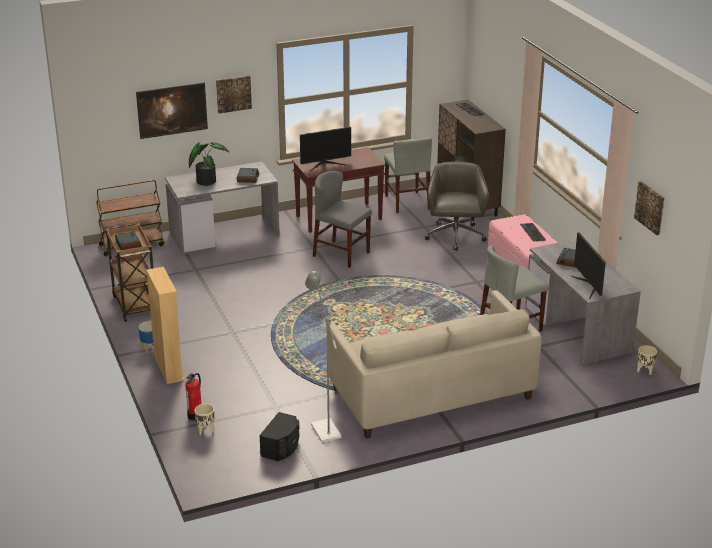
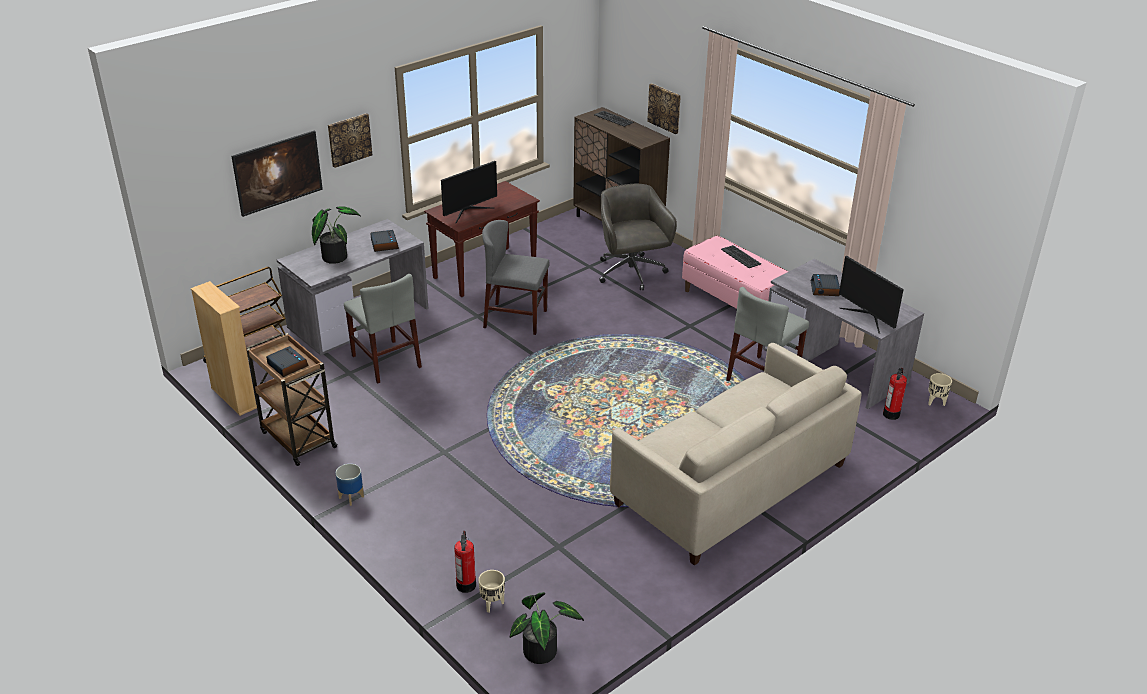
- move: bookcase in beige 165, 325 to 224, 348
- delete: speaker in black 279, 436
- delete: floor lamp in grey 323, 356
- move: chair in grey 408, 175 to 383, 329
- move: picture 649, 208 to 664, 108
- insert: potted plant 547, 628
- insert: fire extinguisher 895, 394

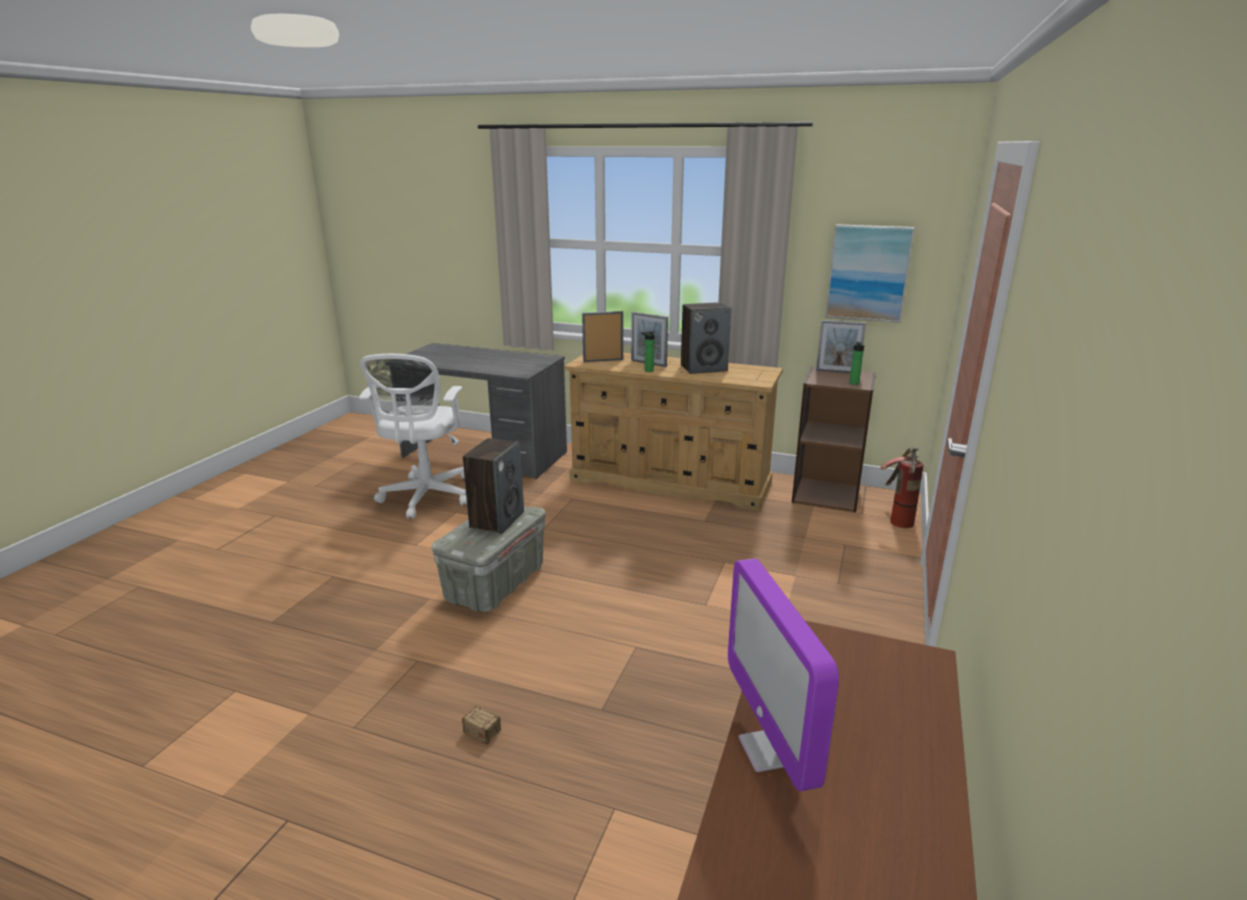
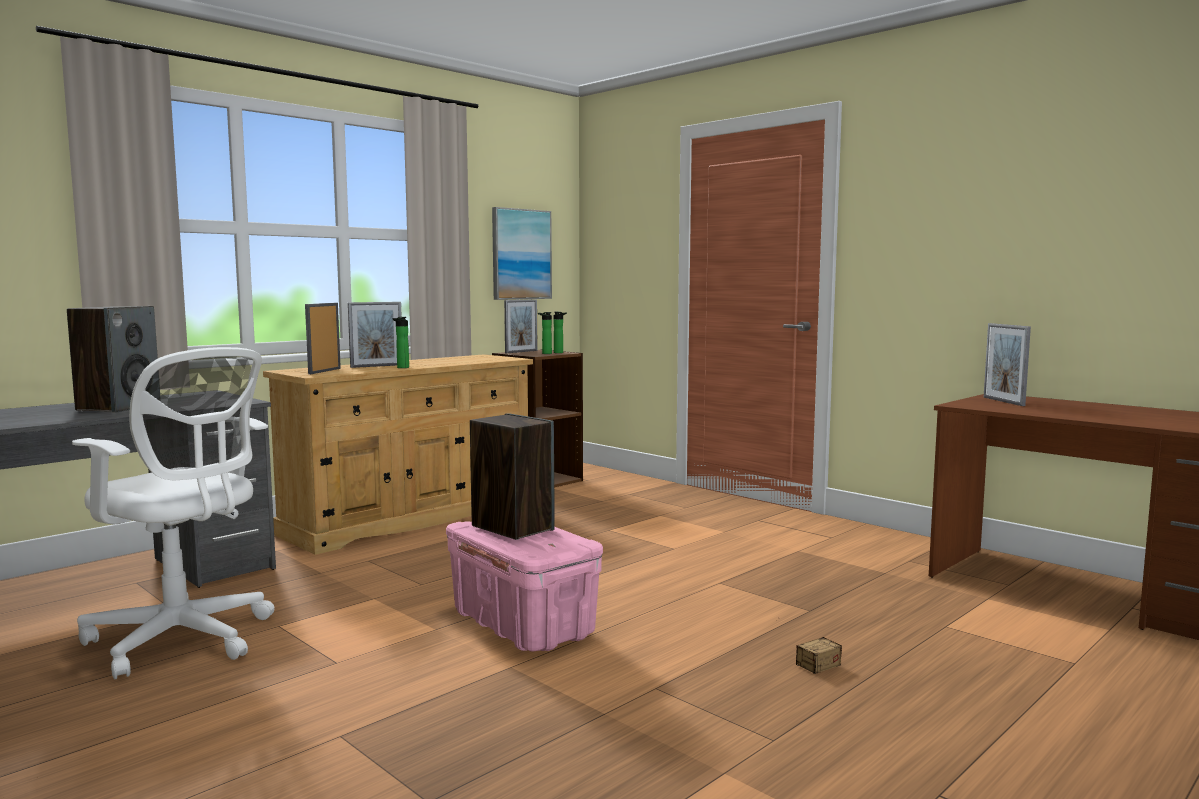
- recolor: storage box in grey 489, 559 to storage box in pink 524, 586
- move: speaker 706, 338 to 113, 359
- delete: monitor 783, 674
- delete: fire extinguisher 902, 487
- insert: bottle 545, 333
- insert: picture frame 1007, 364

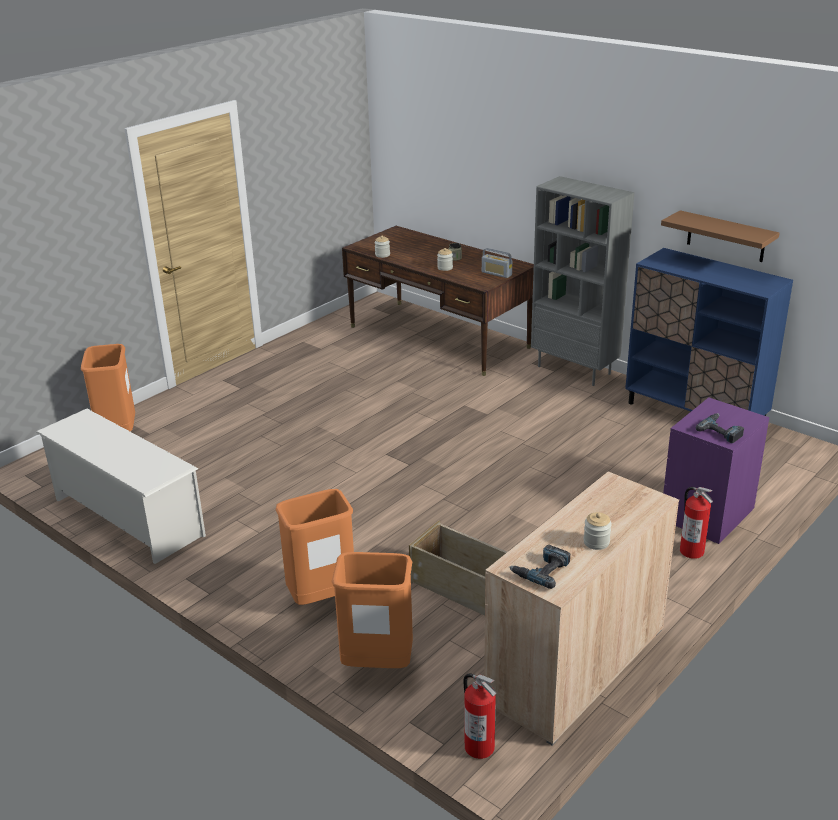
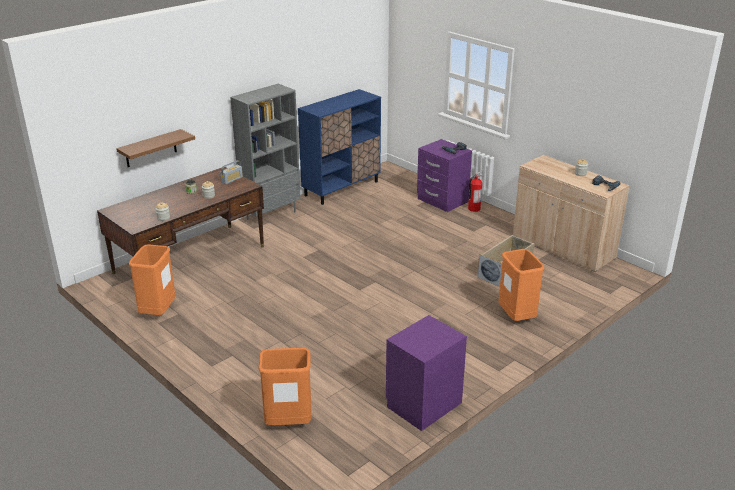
- replace: shoe rack in white 121, 486 to nightstand in purple 426, 373
- move: trash can in orange 372, 610 to 152, 279
- delete: fire extinguisher 479, 716
- move: shelf in brown 720, 236 to 155, 148

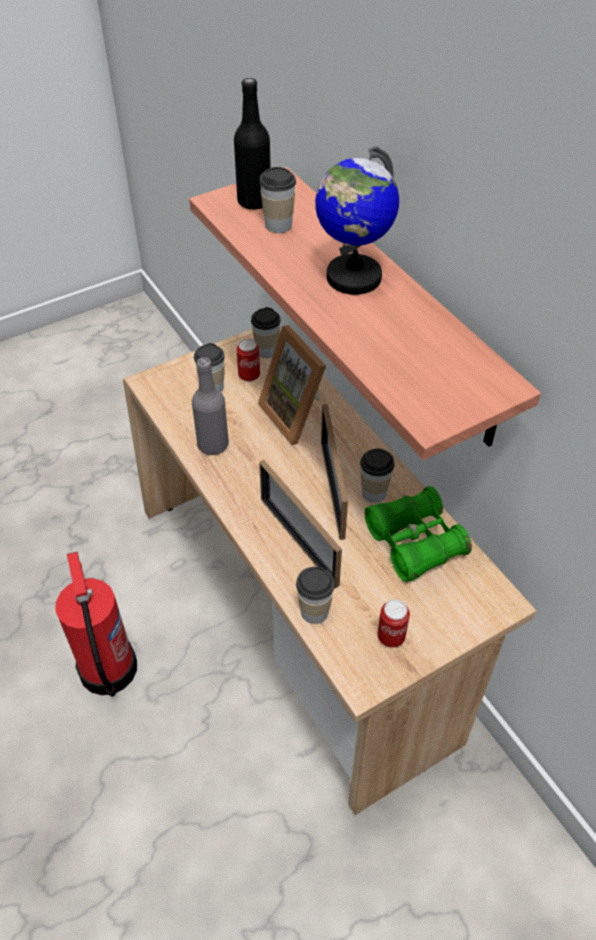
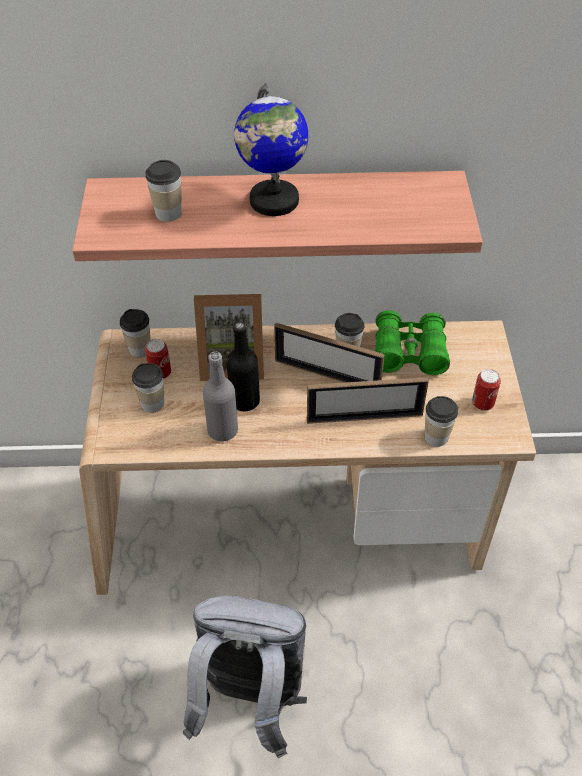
- replace: fire extinguisher 96, 624 to backpack in grey 245, 676
- move: bottle in black 252, 144 to 243, 366

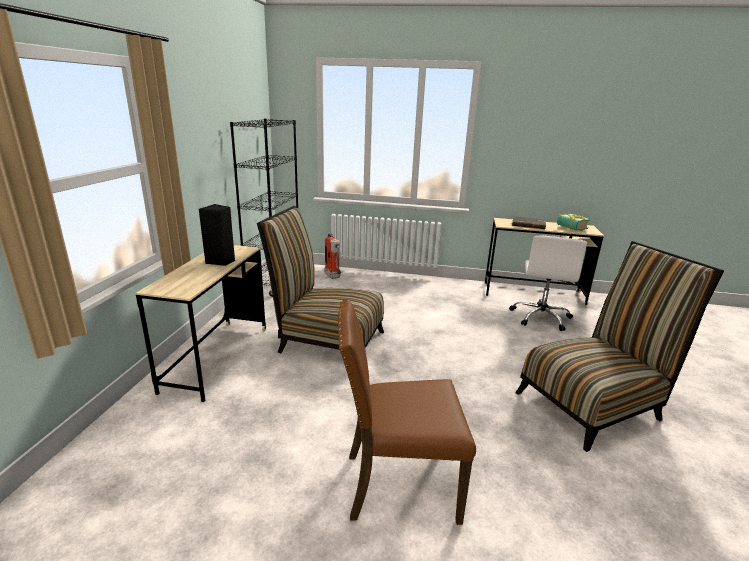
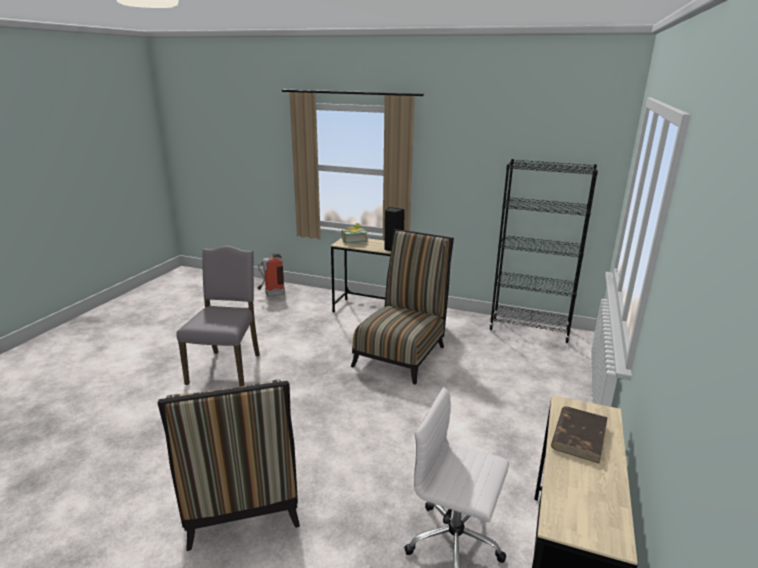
- move: fire extinguisher 332, 256 to 271, 275
- recolor: chair in brown 407, 412 to chair in grey 218, 316
- move: book 573, 222 to 354, 233

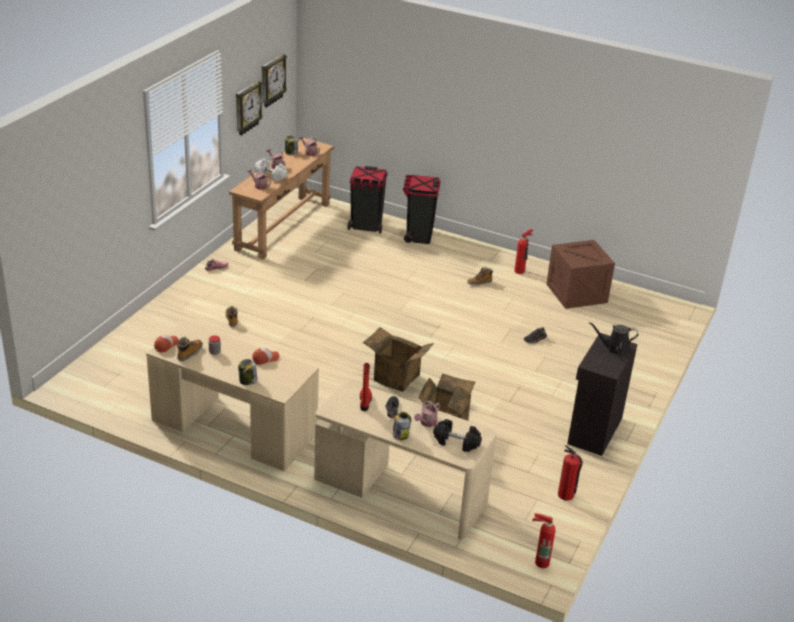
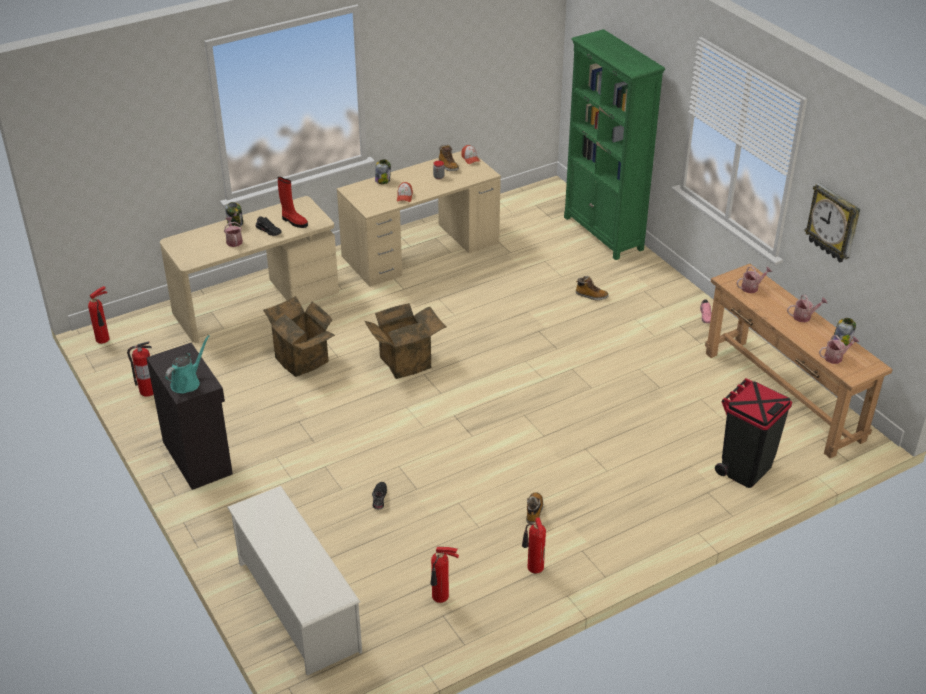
- delete: dumbbell in white 271, 169
- delete: wall clock 274, 80
- delete: trash can in black 421, 209
- delete: dumbbell in black 457, 435
- replace: crate 580, 274 to fire extinguisher 445, 575
- recolor: watering can in black 614, 338 to watering can in turquoise 187, 364
- insert: shoe rack in white 294, 581
- insert: bookcase in green 614, 144

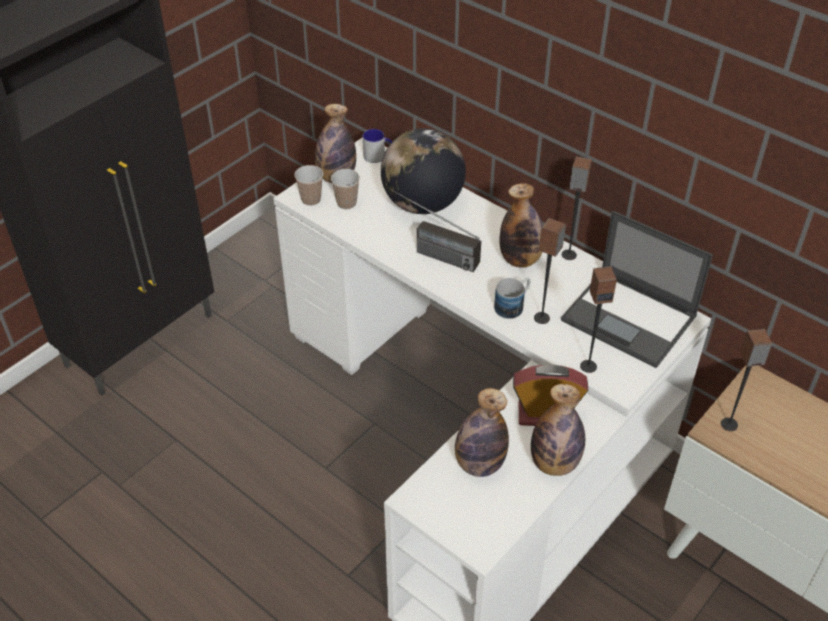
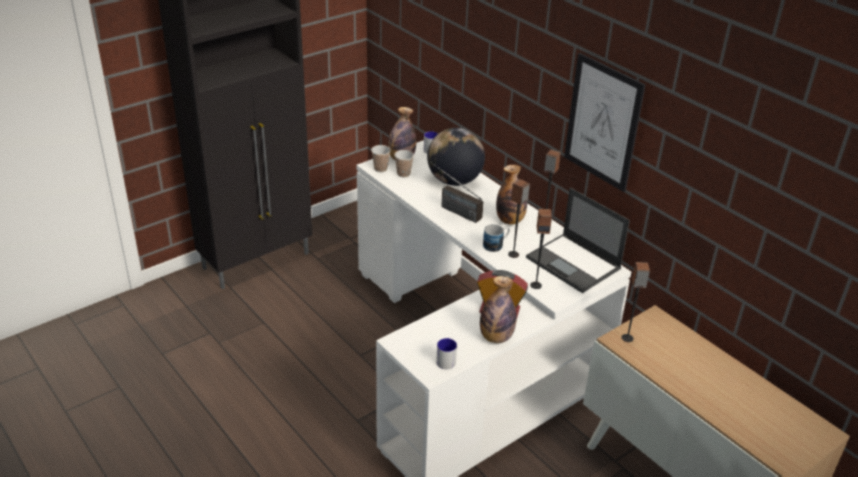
- delete: bottle 482, 432
- insert: mug 446, 353
- insert: picture 605, 122

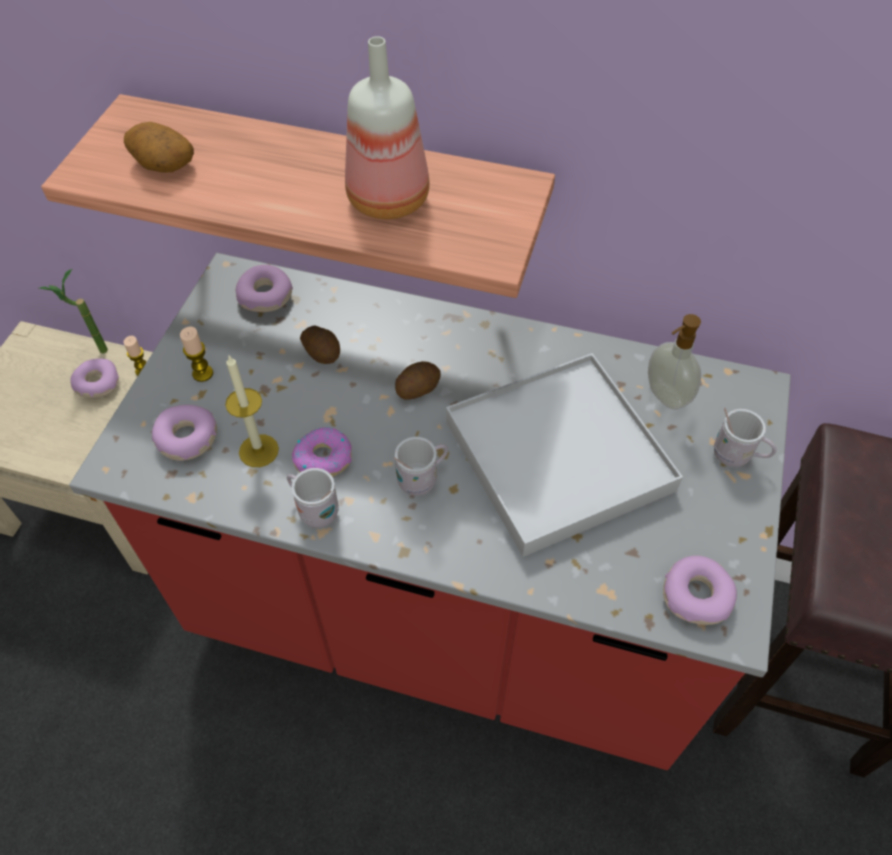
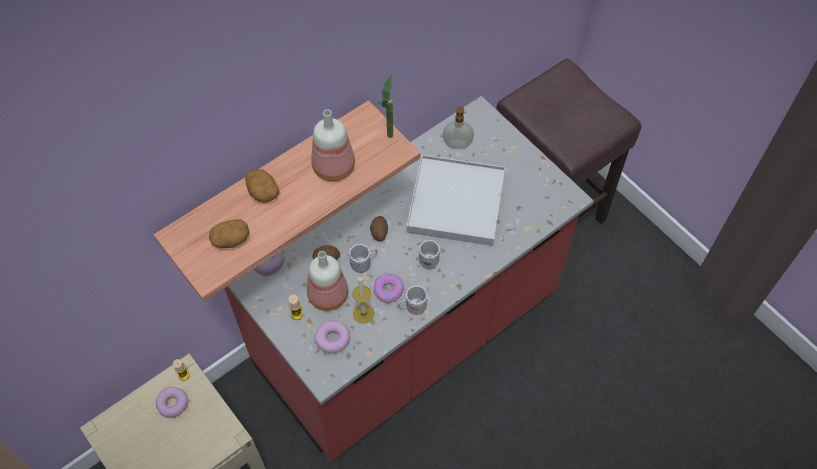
- move: potted plant 73, 311 to 383, 106
- delete: donut 700, 590
- move: mug in white 745, 437 to 363, 258
- insert: potato 262, 186
- insert: bottle 327, 281

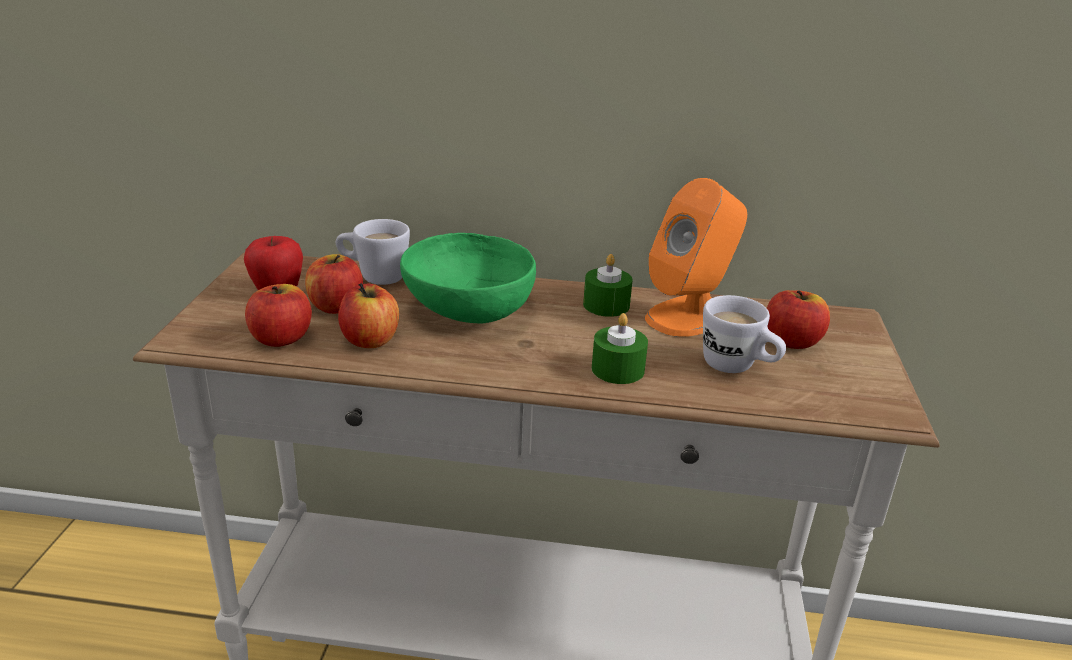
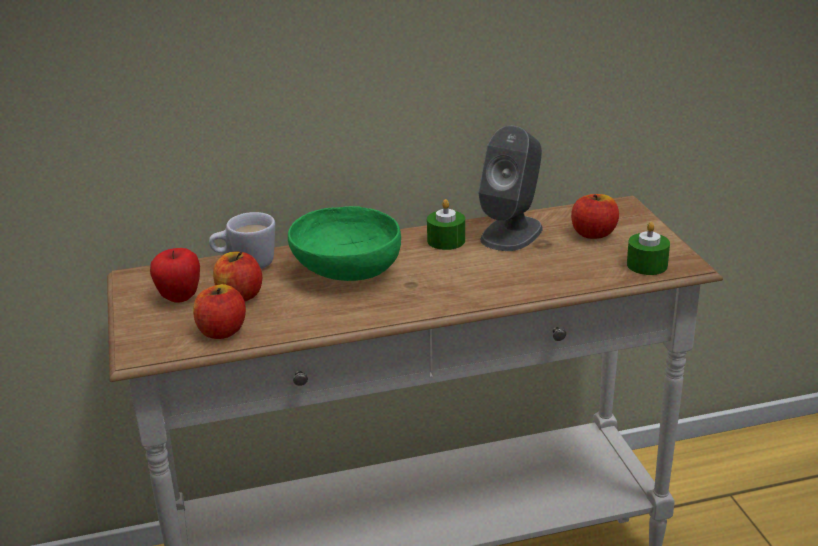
- delete: apple 368, 315
- move: candle in green 620, 348 to 648, 248
- recolor: speaker in orange 696, 257 to speaker in grey 511, 188
- delete: mug in white 744, 334

